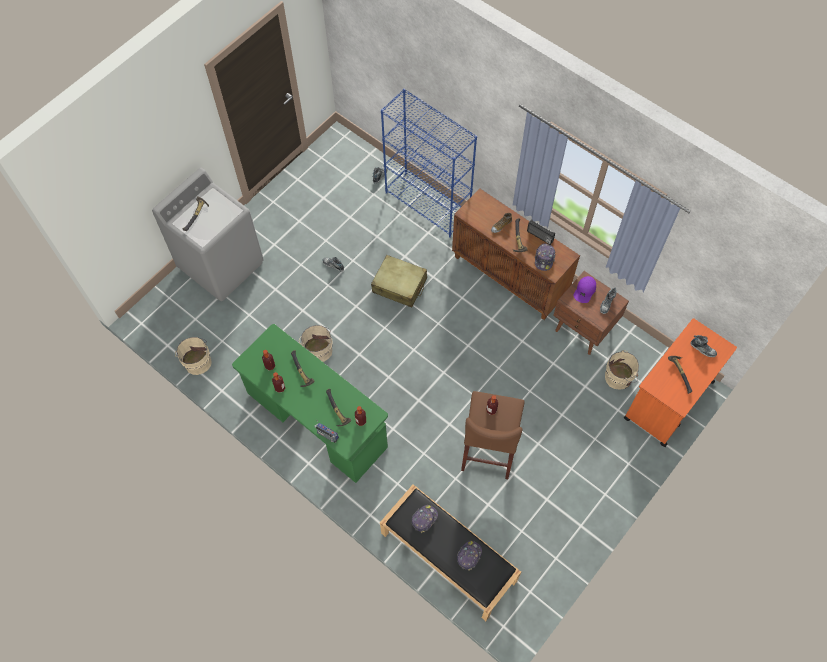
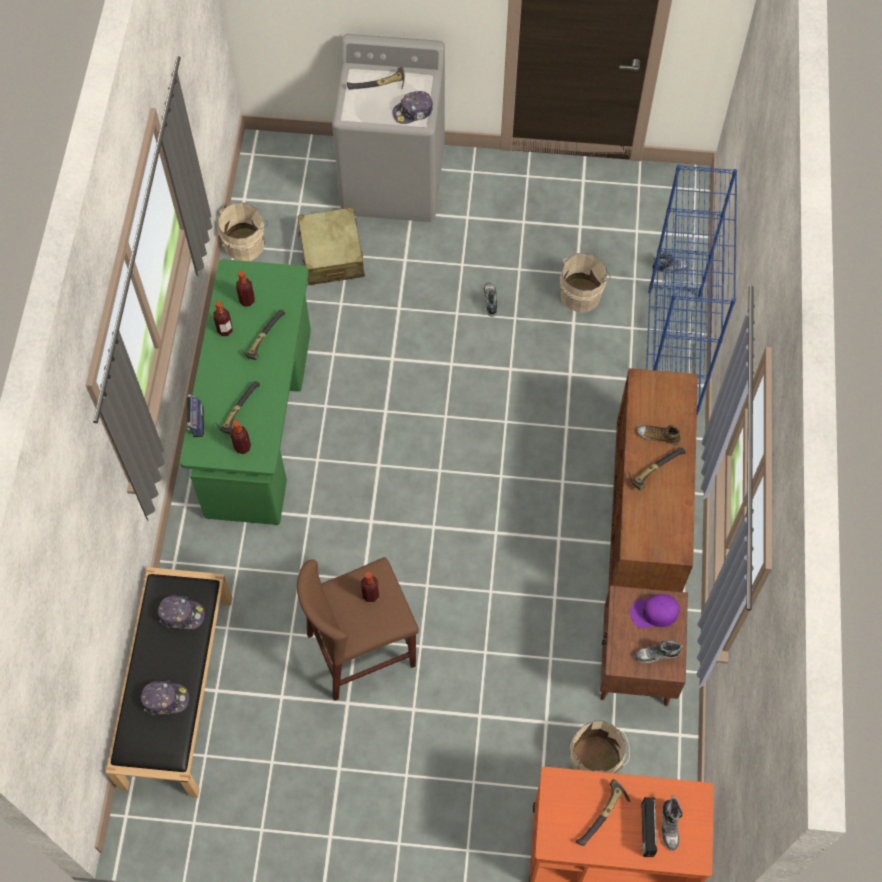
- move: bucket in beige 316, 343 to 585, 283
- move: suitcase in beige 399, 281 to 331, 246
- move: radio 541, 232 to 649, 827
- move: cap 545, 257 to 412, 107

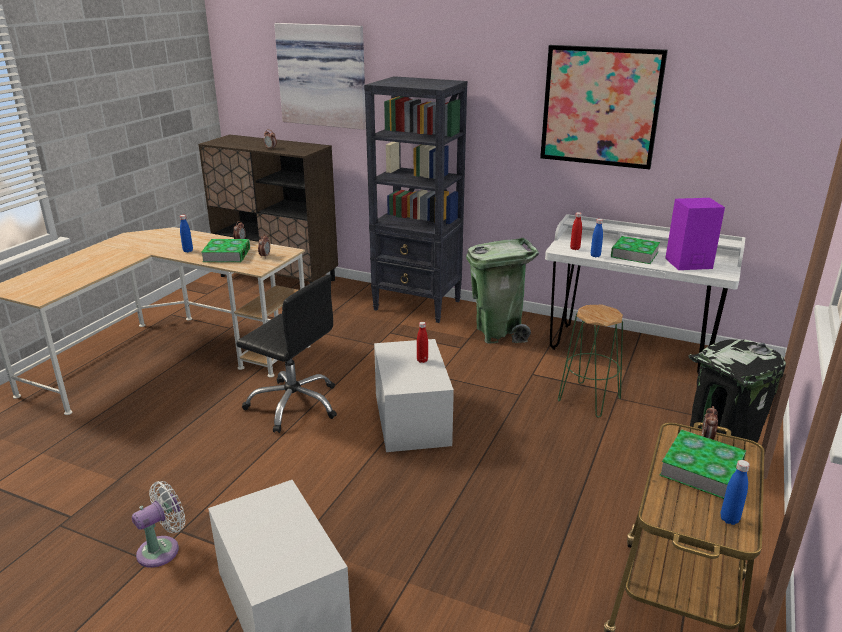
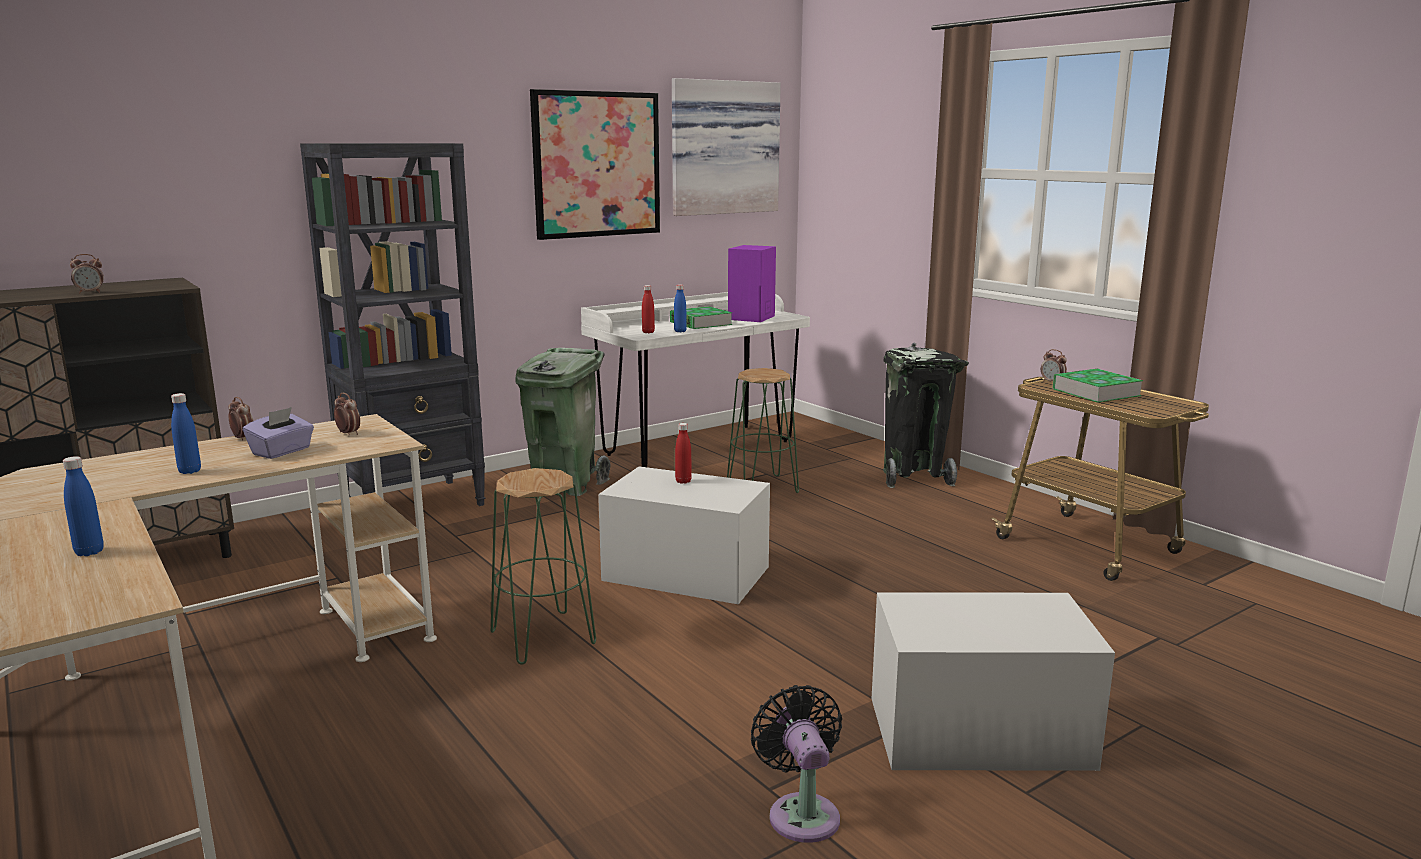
- recolor: fan in white 158, 524 to fan in black 796, 764
- replace: book 225, 250 to tissue box in purple 278, 433
- replace: office chair in black 286, 353 to stool in green 543, 566
- move: picture 320, 76 to 726, 147
- move: bottle in blue 735, 492 to 83, 506

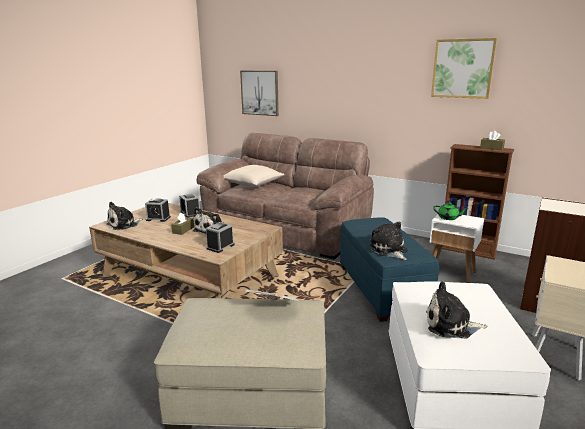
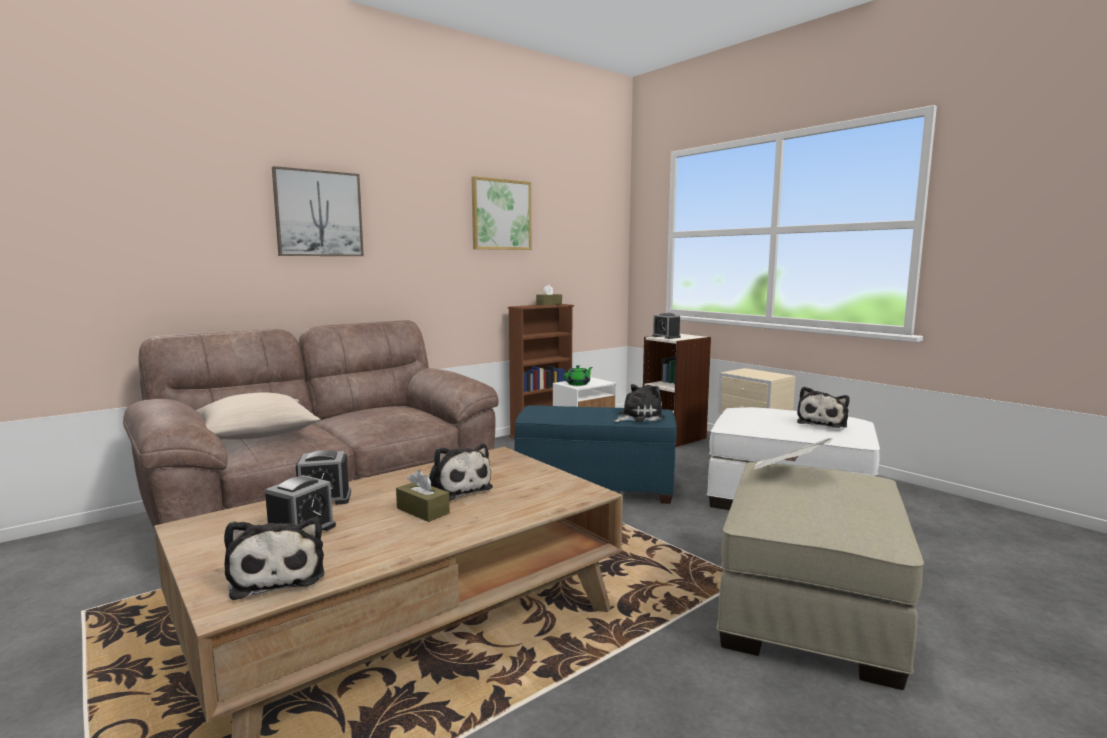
- move: alarm clock 220, 237 to 666, 326
- move: picture 259, 93 to 318, 211
- rotate: plush toy 389, 241 = 639, 403 150 degrees clockwise

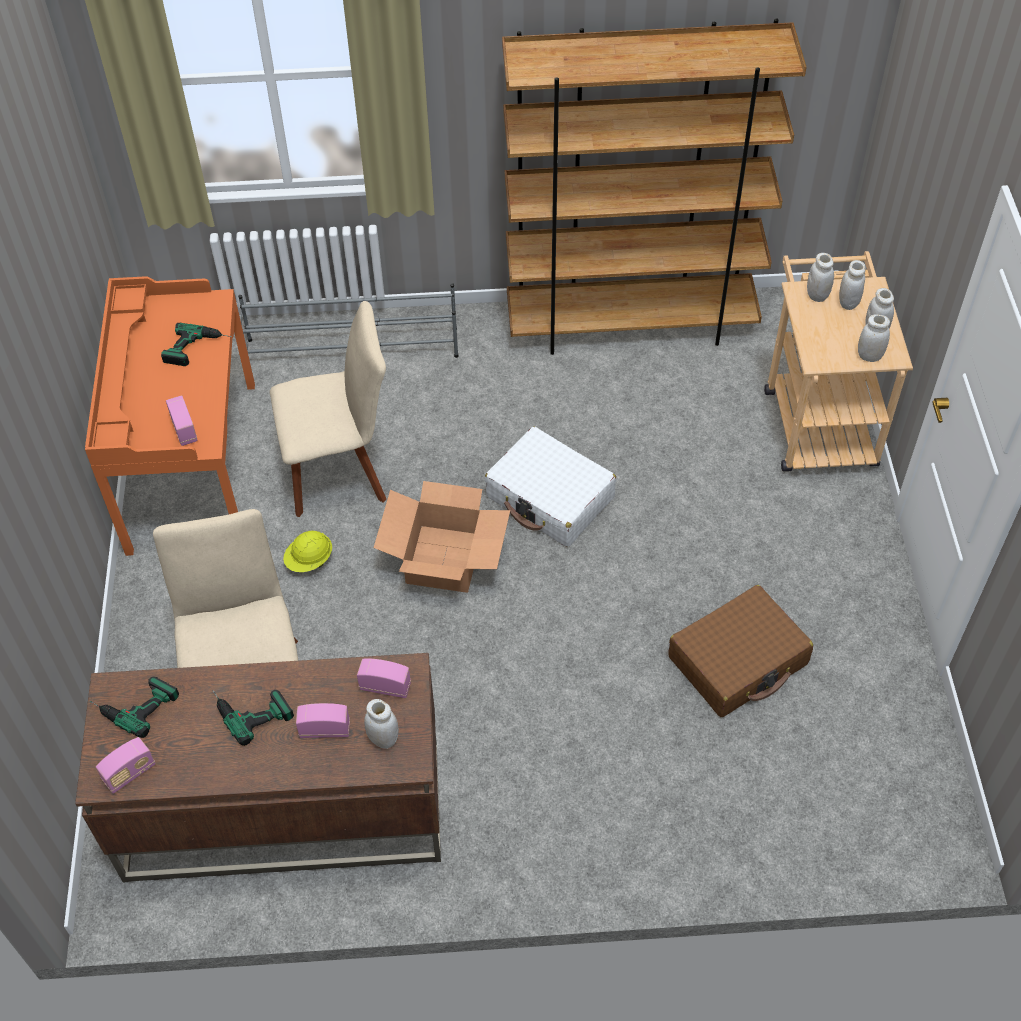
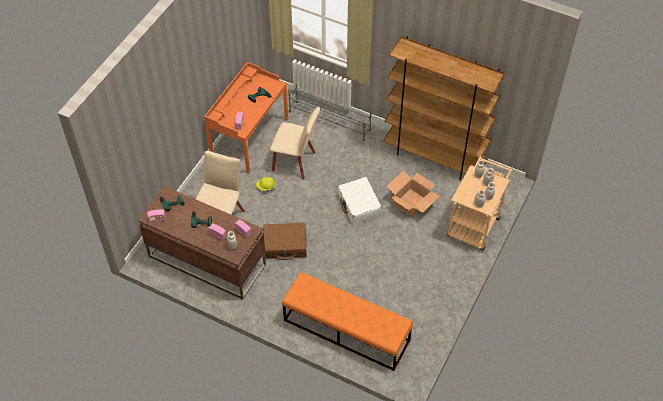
- move: cardboard box 441, 537 to 413, 193
- move: suitcase in brown 740, 651 to 285, 241
- insert: bench in orange 347, 321

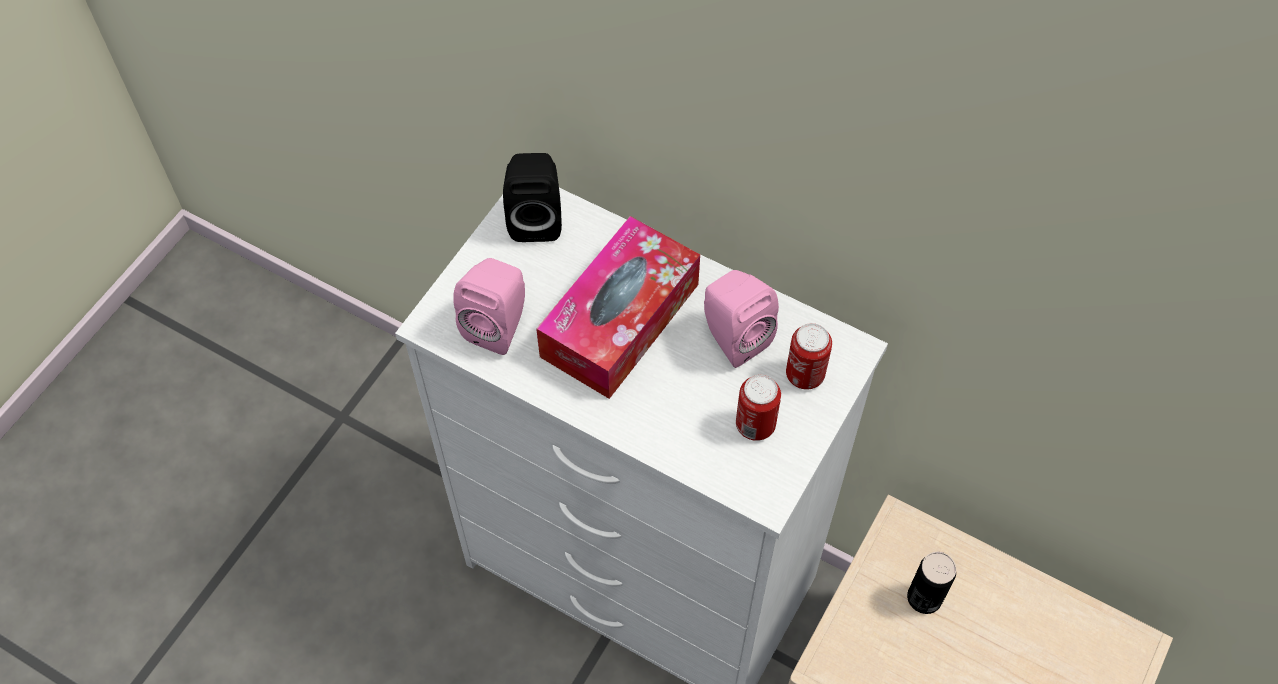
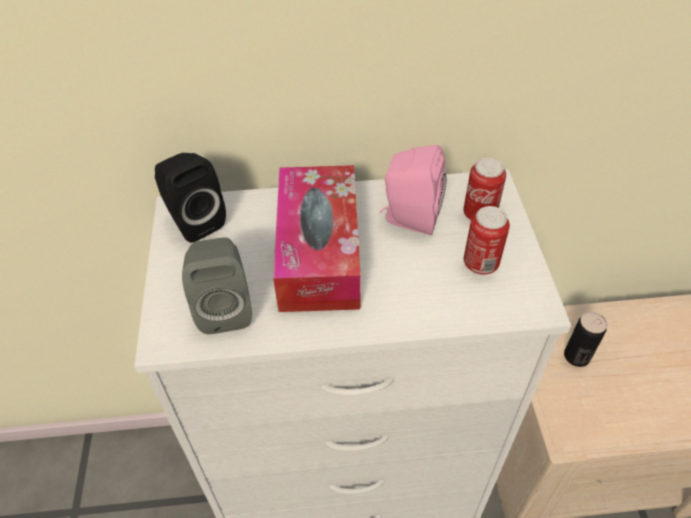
- recolor: speaker in pink 489, 306 to speaker in grey 217, 285

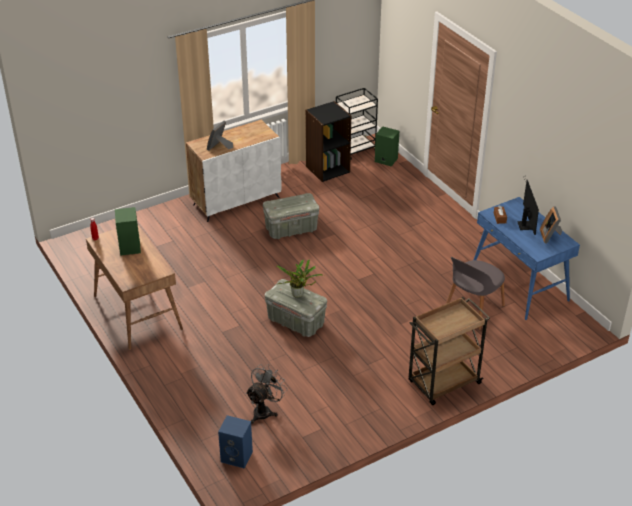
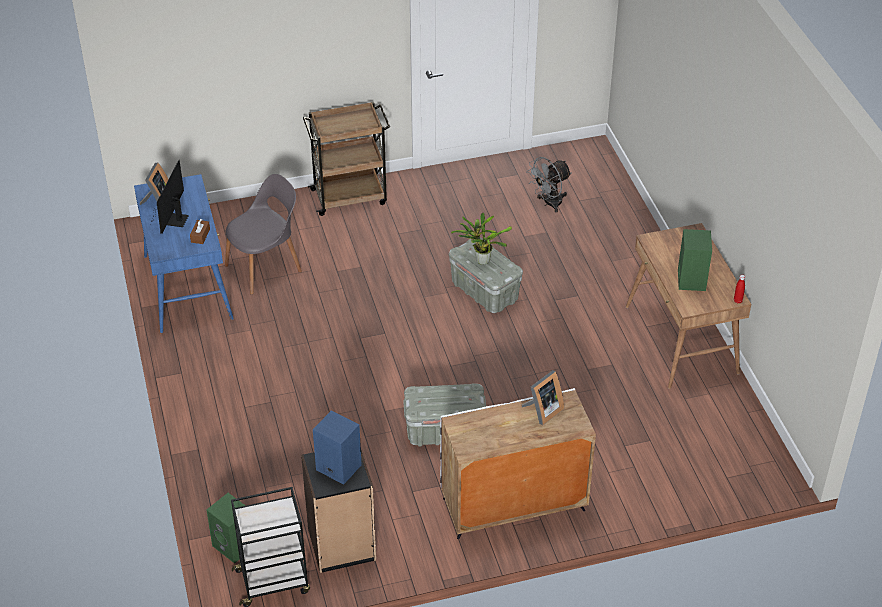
- move: speaker in blue 235, 442 to 337, 447

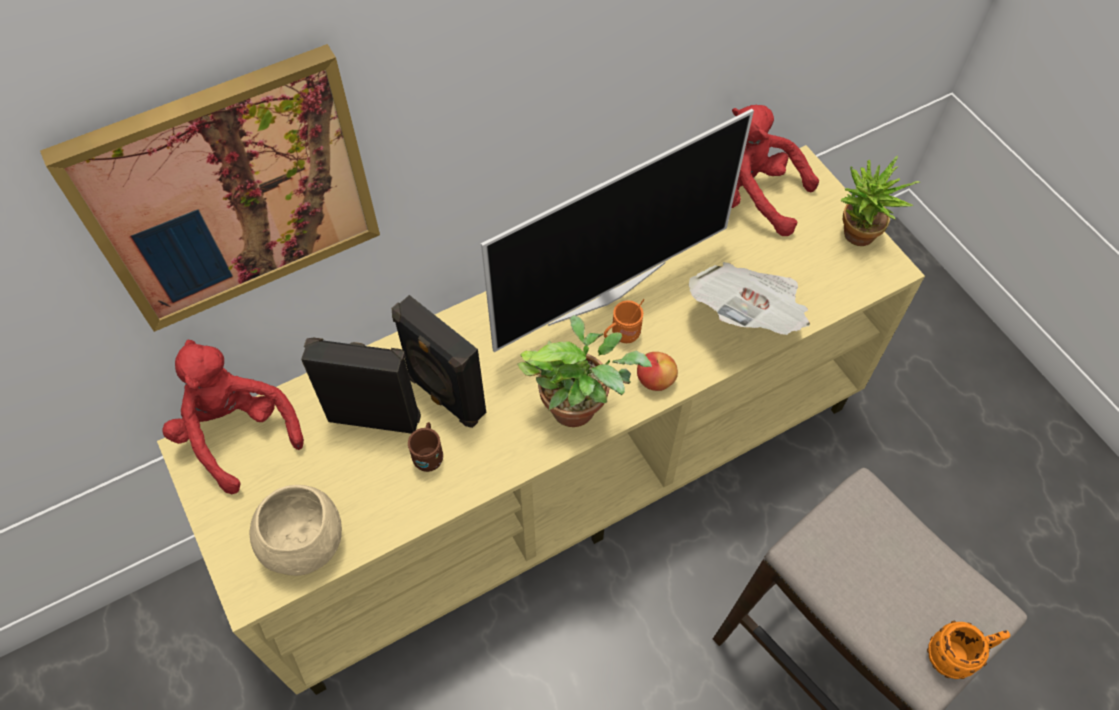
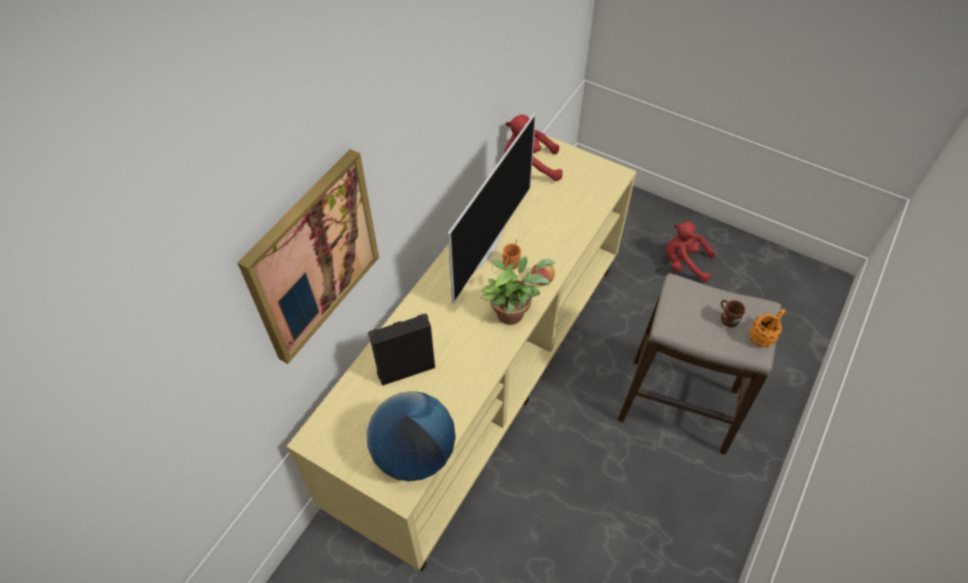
- move: plush toy in red 233, 417 to 691, 251
- replace: bowl in beige 296, 530 to globe 411, 436
- delete: speaker in black 439, 361
- move: mug in brown 425, 447 to 733, 313
- delete: newspaper 749, 298
- delete: potted plant 880, 201

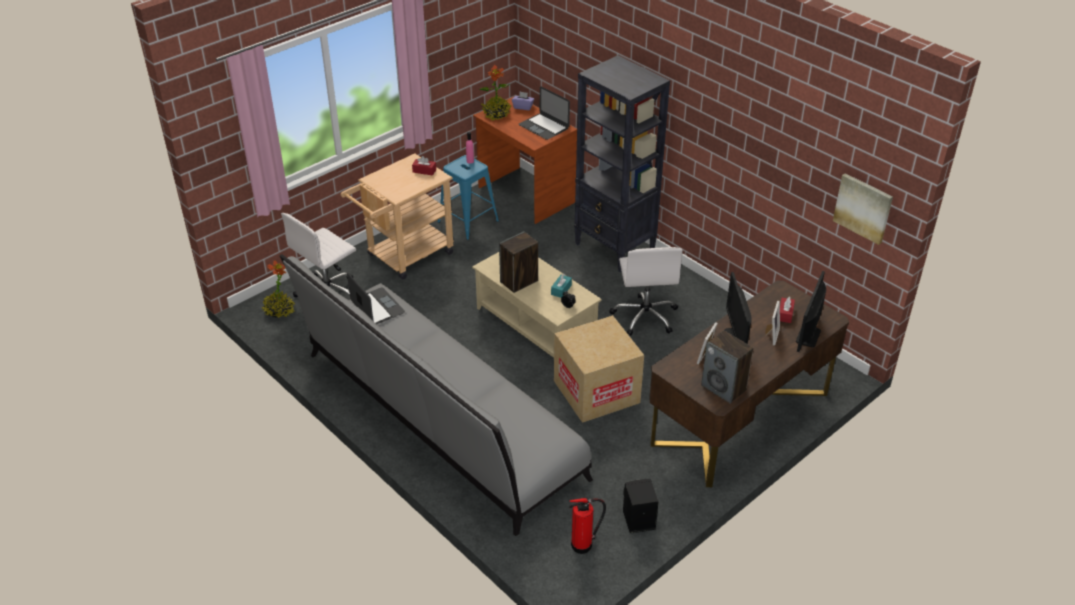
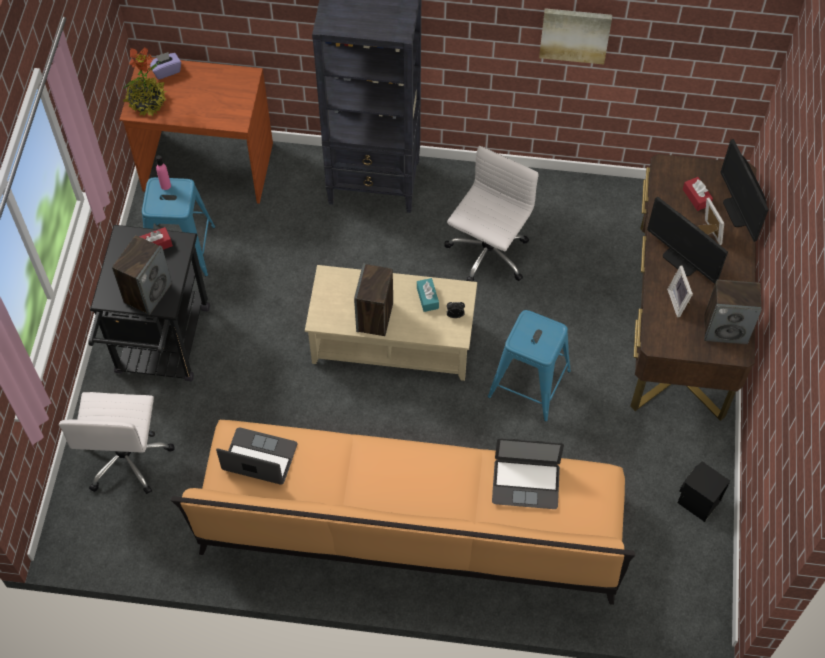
- delete: potted plant 278, 289
- recolor: sofa in grey 436, 395 to sofa in orange 403, 512
- recolor: cart in beige 397, 216 to cart in black 149, 303
- move: laptop 544, 113 to 528, 473
- replace: cardboard box 599, 369 to stool in blue 529, 366
- delete: fire extinguisher 587, 526
- rotate: office chair in white 646, 291 = 491, 214 105 degrees counterclockwise
- move: picture 863, 209 to 575, 36
- insert: speaker 142, 275

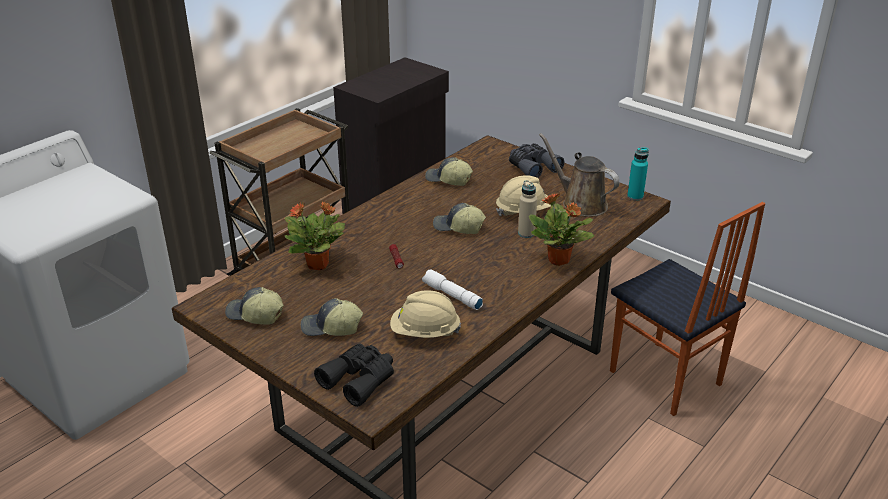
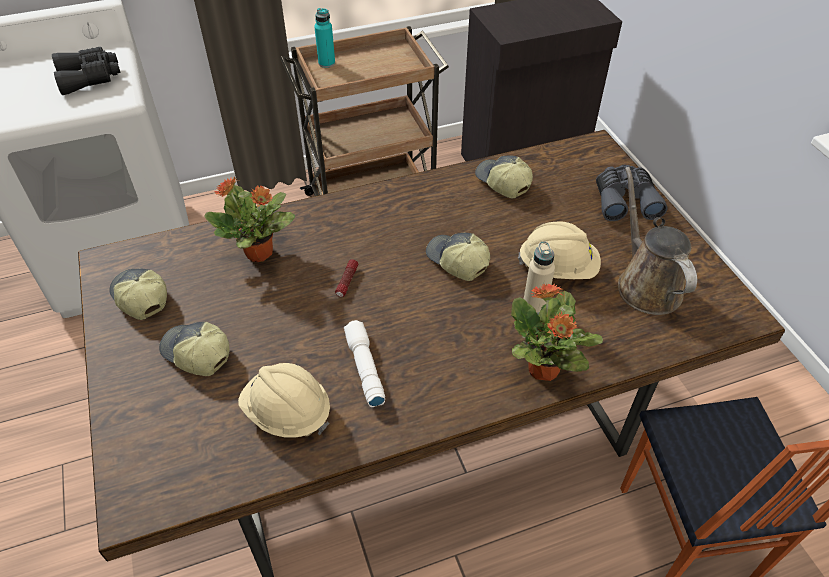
- move: binoculars in black 354, 375 to 86, 71
- move: bottle in turquoise 638, 174 to 324, 38

